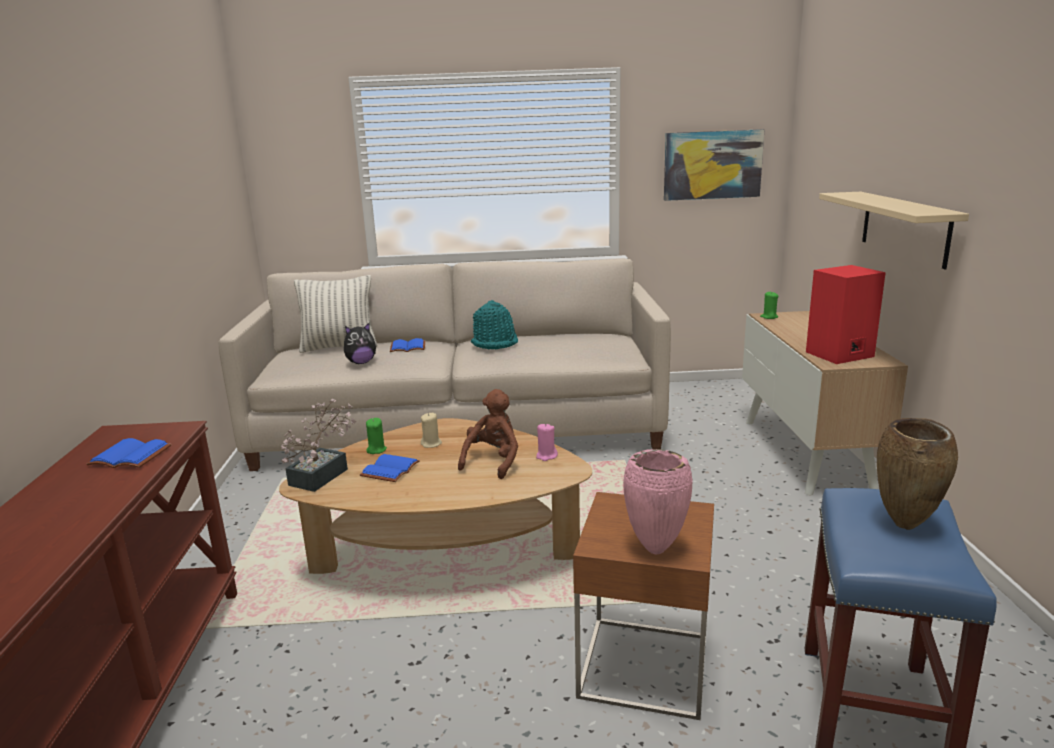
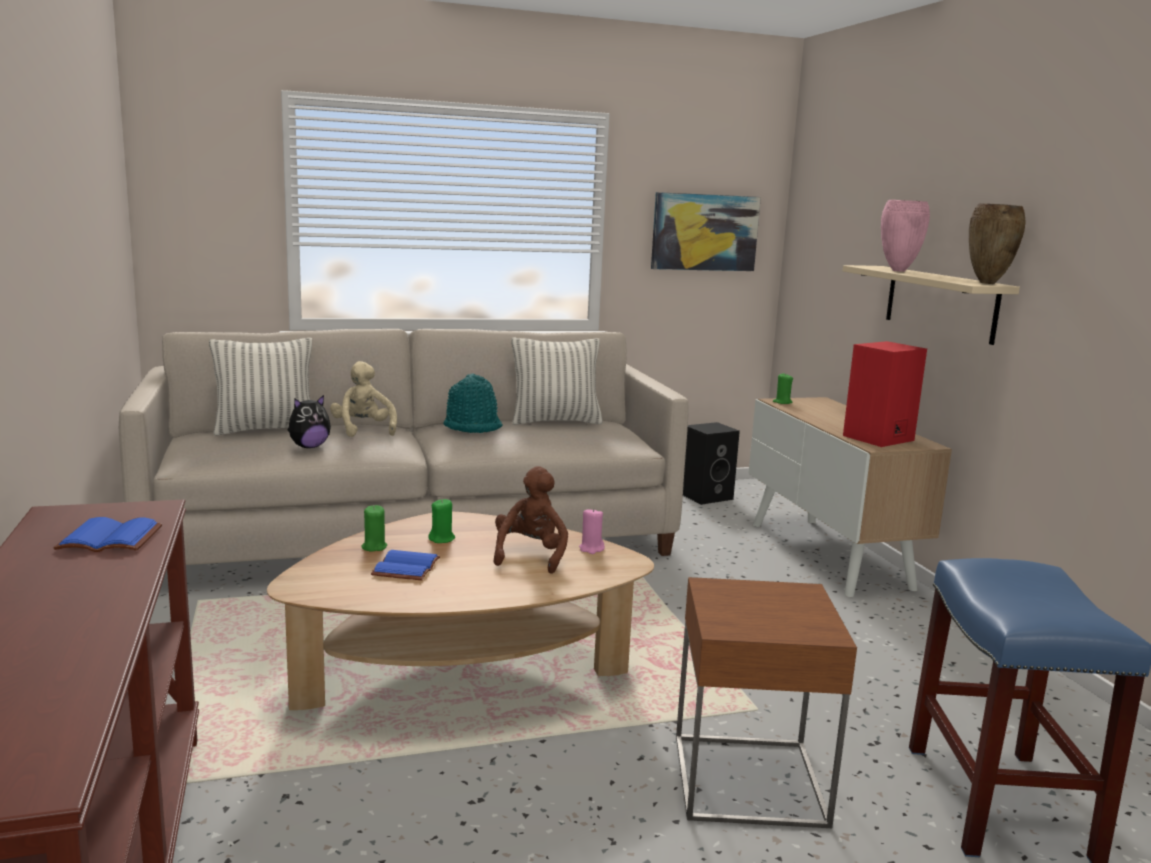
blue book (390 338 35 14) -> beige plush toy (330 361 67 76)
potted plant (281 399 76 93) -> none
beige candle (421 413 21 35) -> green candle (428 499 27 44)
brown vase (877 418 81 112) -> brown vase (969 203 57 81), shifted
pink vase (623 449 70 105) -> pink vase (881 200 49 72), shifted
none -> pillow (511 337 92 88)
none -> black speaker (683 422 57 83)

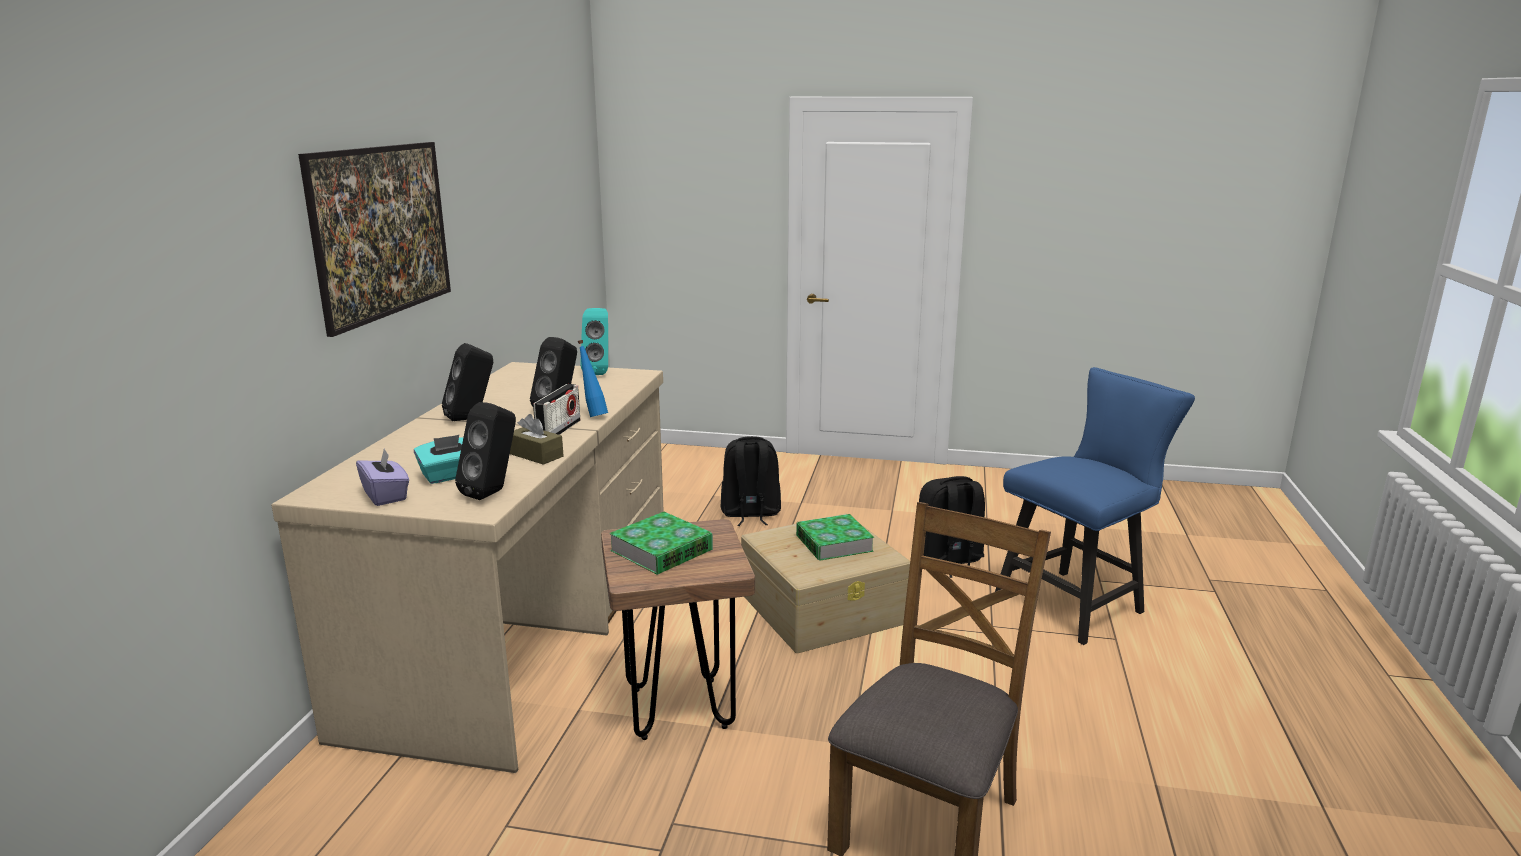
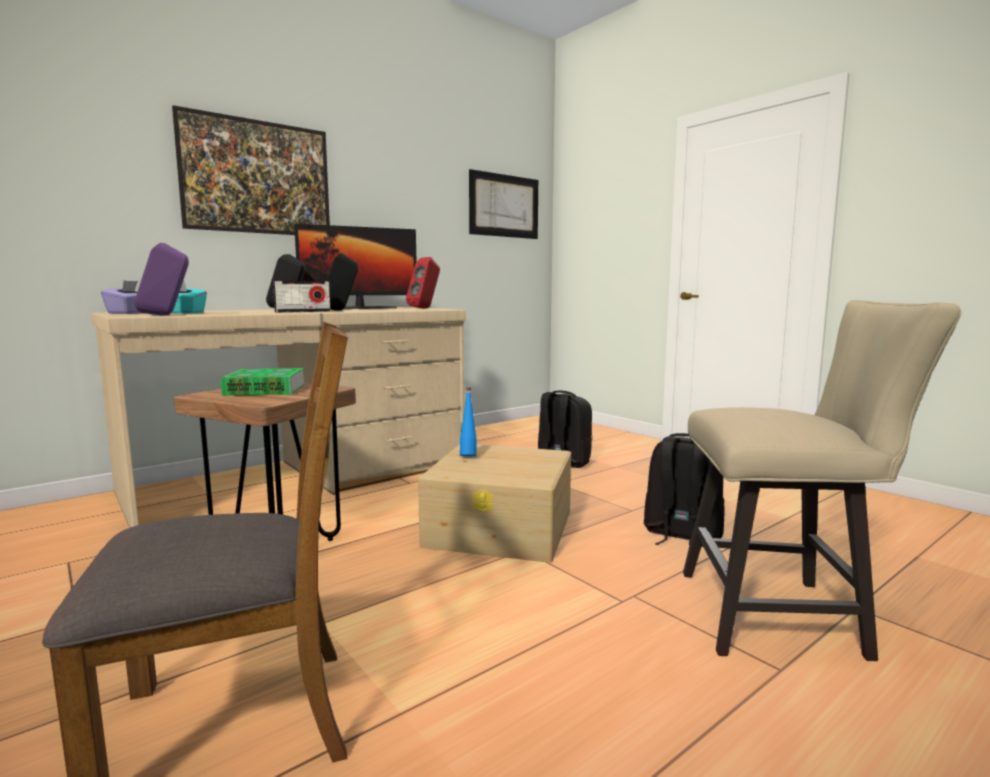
turquoise speaker (580 308 28 67) -> red speaker (406 257 34 52)
blue bottle (578 340 30 77) -> blue bottle (460 387 17 69), shifted
blue chair (995 367 200 278) -> beige chair (683 300 279 361)
black speaker (455 402 61 98) -> purple speaker (135 243 54 72)
brown tissue box (510 414 53 51) -> none
book (796 514 78 47) -> none
none -> picture (469 169 69 70)
none -> monitor (294 224 123 85)

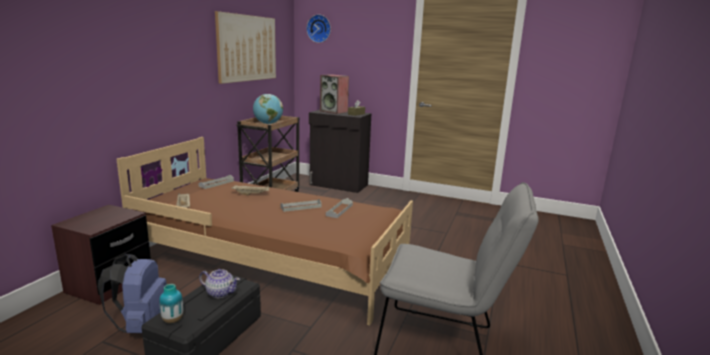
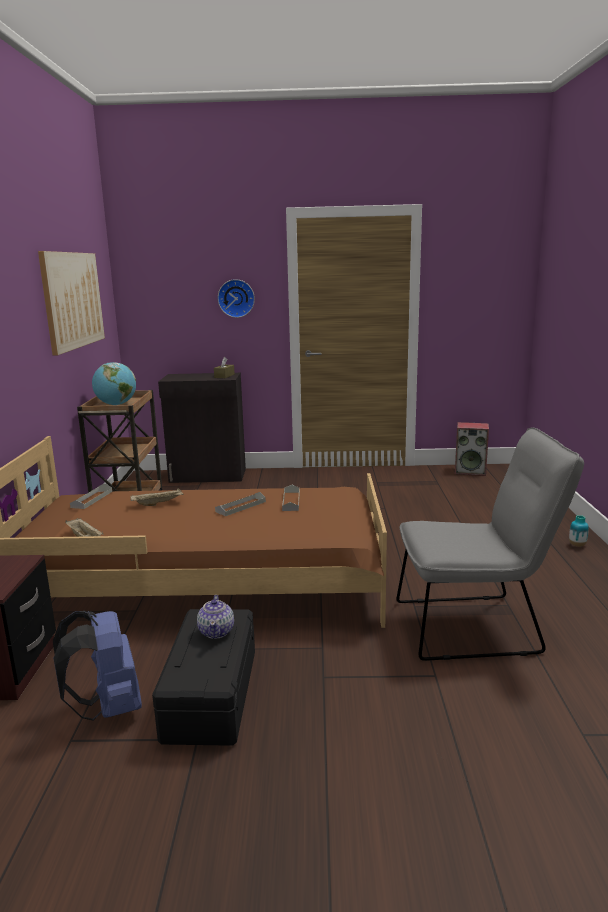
wall clock (307 14 24 29) -> wall clock (218 279 37 39), shifted
speaker (320 74 29 40) -> speaker (455 422 34 54), shifted
teapot (199 269 41 29) -> teapot (197 595 37 44), 90 degrees clockwise
vase (159 284 24 39) -> vase (569 515 20 32), shifted

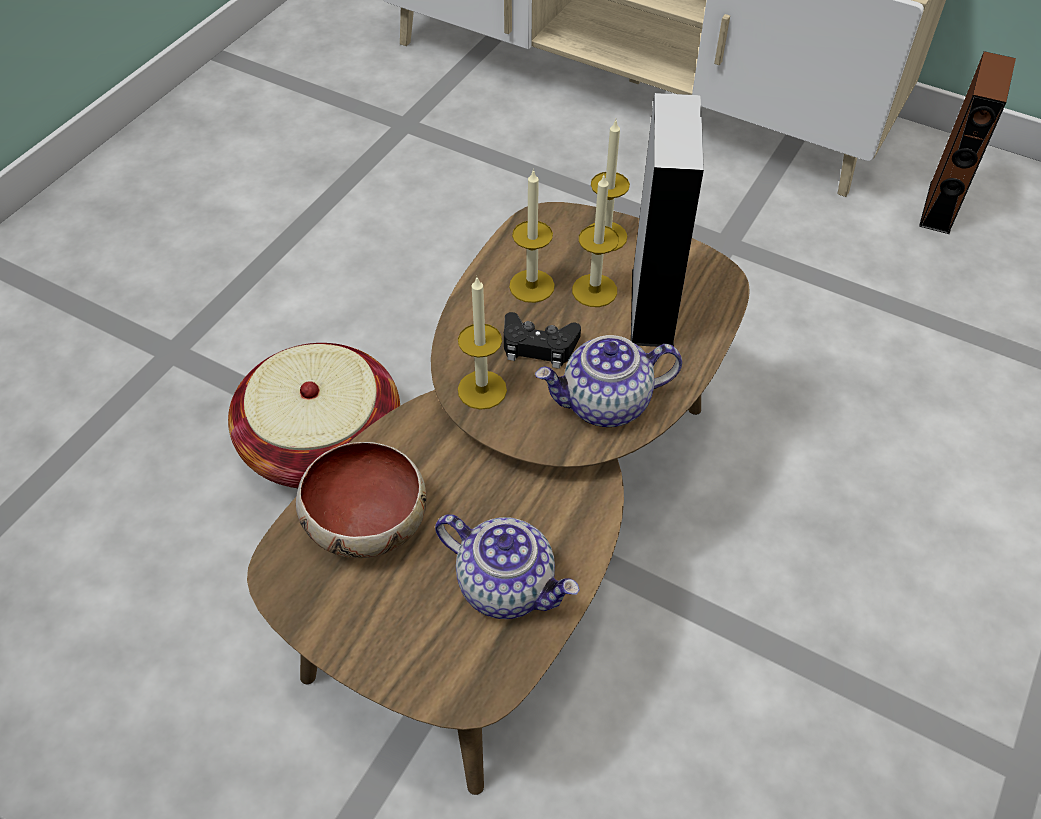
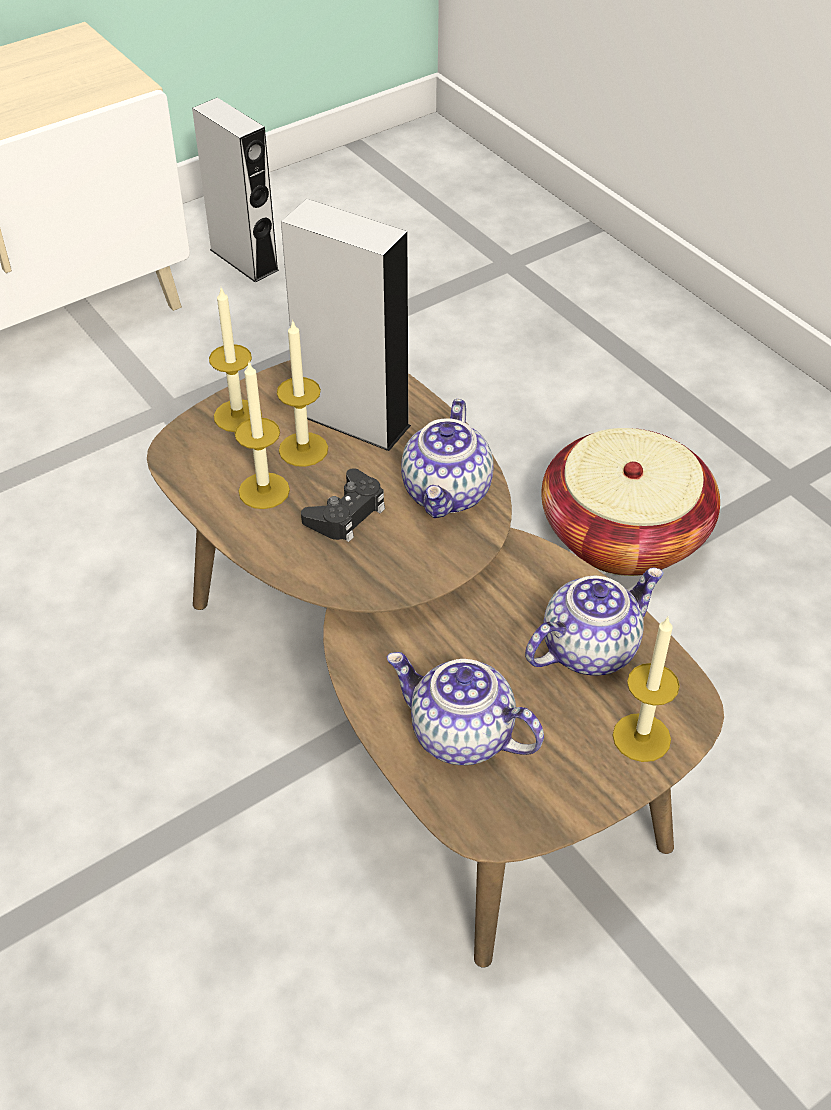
brown speaker (919 51 97 183) -> grey speaker (192 98 87 185)
candle (458 277 49 133) -> candle (613 616 67 146), shifted
basket (228 343 172 145) -> basket (541 428 179 148), shifted
bowl (296 442 130 116) -> teapot (387 652 157 113)

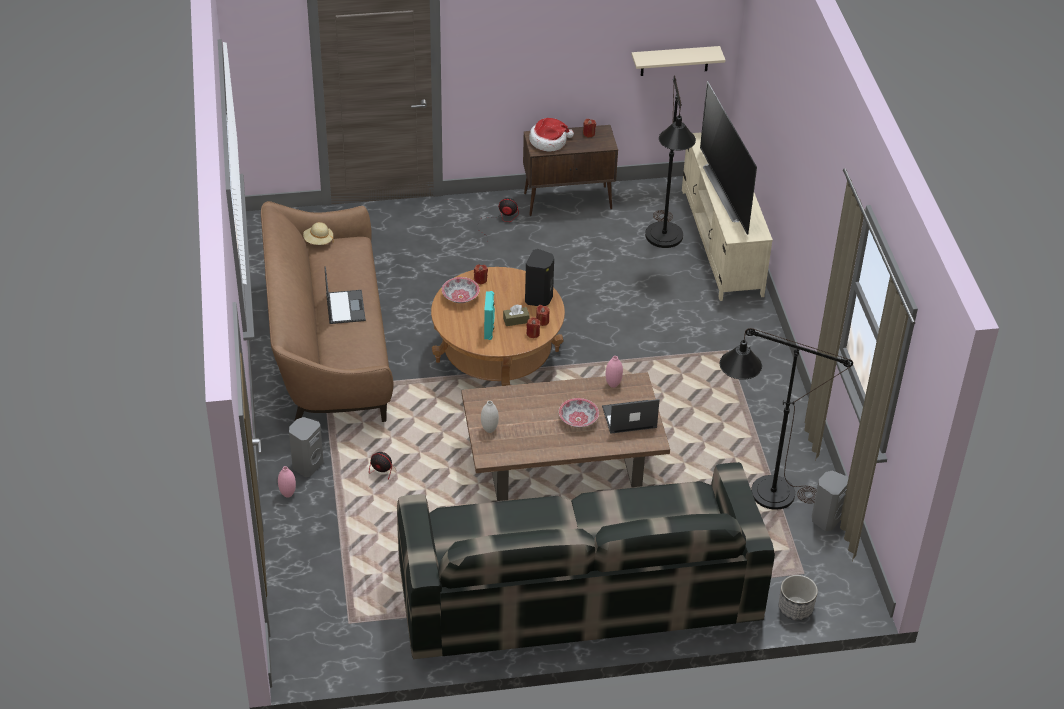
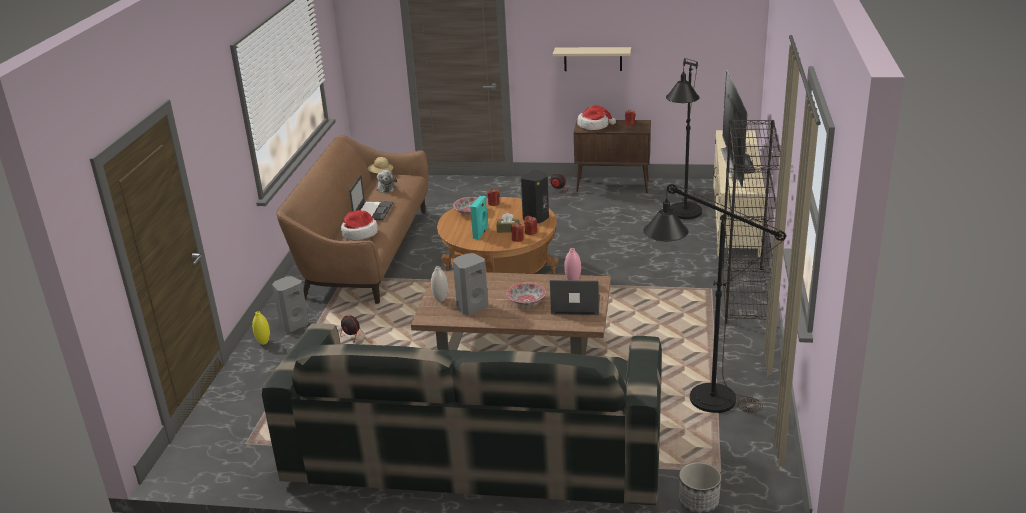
beige shelf (632 46 94 30) -> beige shelf (553 47 78 24), shifted
pink vase (278 466 18 32) -> yellow vase (252 311 18 34)
grey speaker (812 470 37 61) -> grey speaker (453 253 35 62), shifted
none -> black bookcase (722 120 59 204)
none -> plush toy (376 170 21 23)
none -> hat (341 210 37 30)

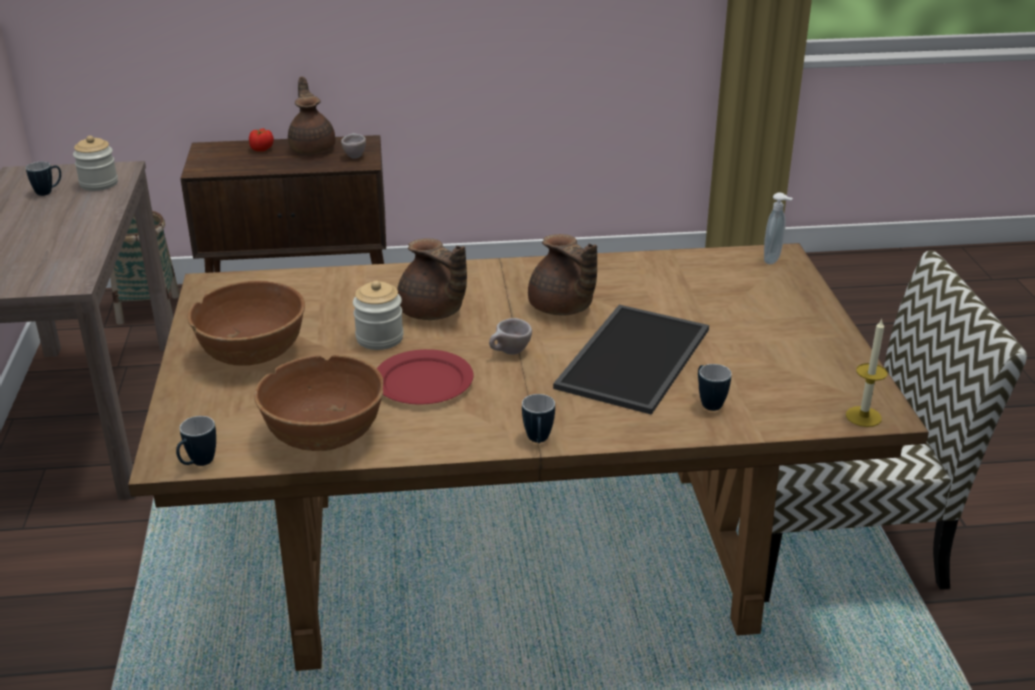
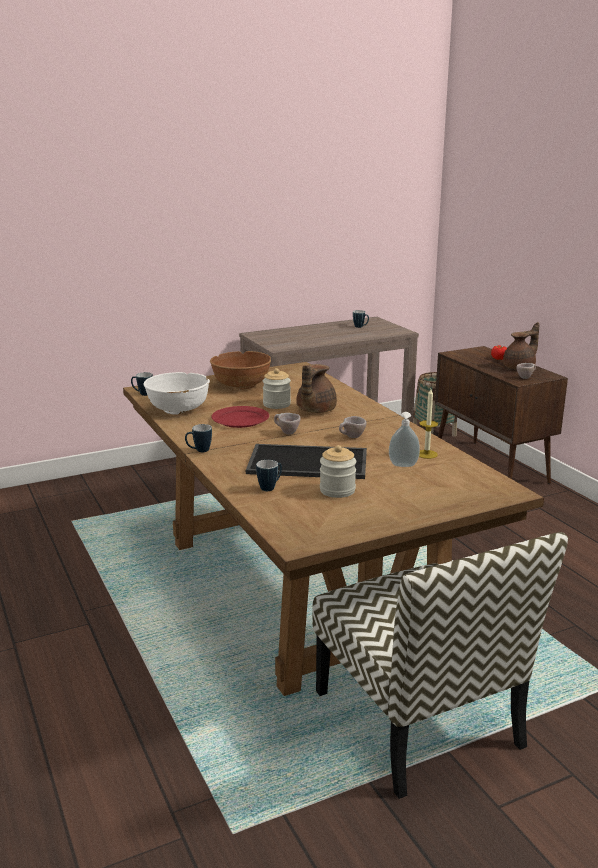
jar (73 136 45 55) -> jar (320 445 36 53), shifted
soap dispenser (764 193 29 71) -> soap dispenser (389 412 31 55), shifted
brown teapot (528 234 69 81) -> beige cup (339 416 28 22)
candle (846 319 42 108) -> candle (419 389 19 70), shifted
brown bowl (254 355 129 96) -> white bowl (144 372 66 43)

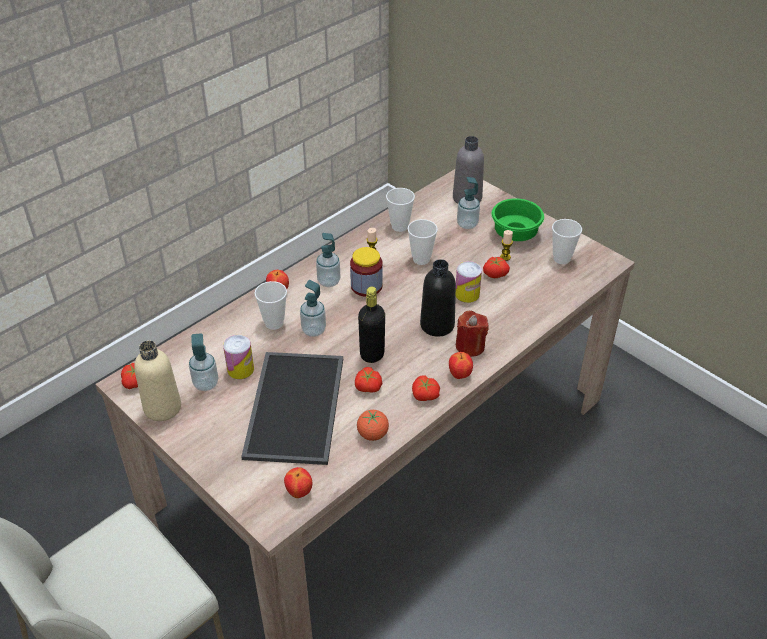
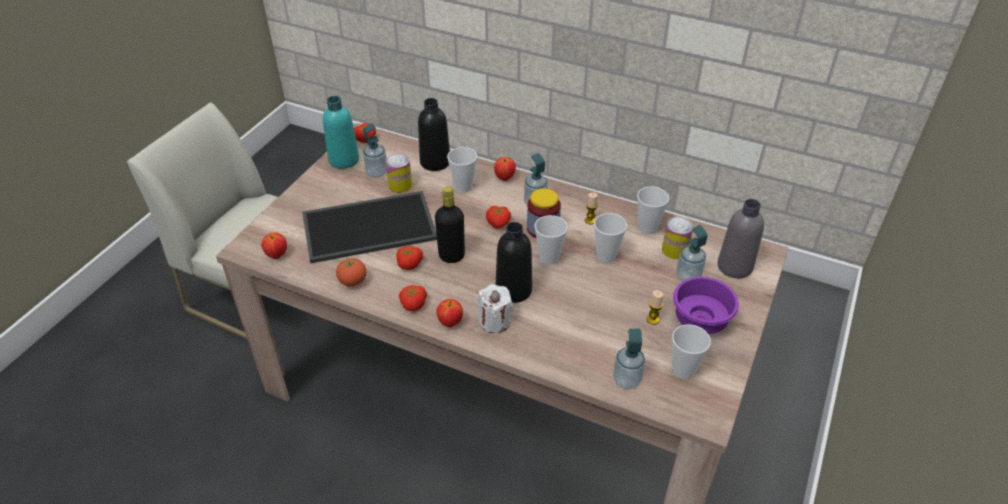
green bowl (491 198 53 43) -> purple bowl (673 277 66 57)
tomato (483 257 27 21) -> tomato (486 206 25 22), shifted
can (456 261 26 42) -> can (662 216 31 43), shifted
soap dispenser (300 280 26 57) -> soap dispenser (613 329 32 60), shifted
red candle (456 311 33 46) -> white candle (478 284 35 49)
beige bottle (134 341 47 80) -> turquoise bottle (323 96 36 73)
none -> black bottle (418 98 32 73)
none -> cup (535 215 33 50)

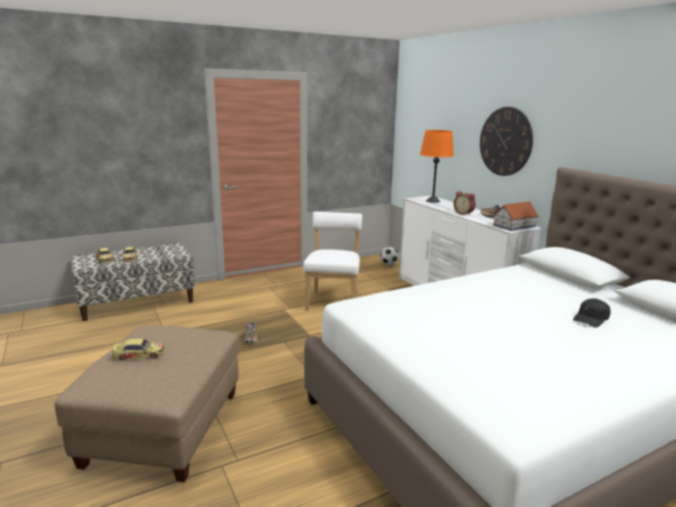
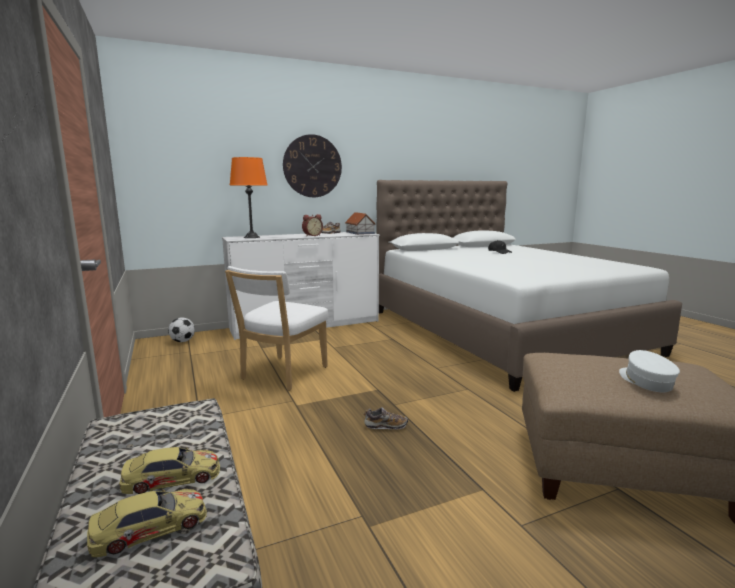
white chair (303 212 59 99) -> white chair (225 266 103 125), 75 degrees counterclockwise
toy car (112 339 53 22) -> white cap (619 350 61 42)

